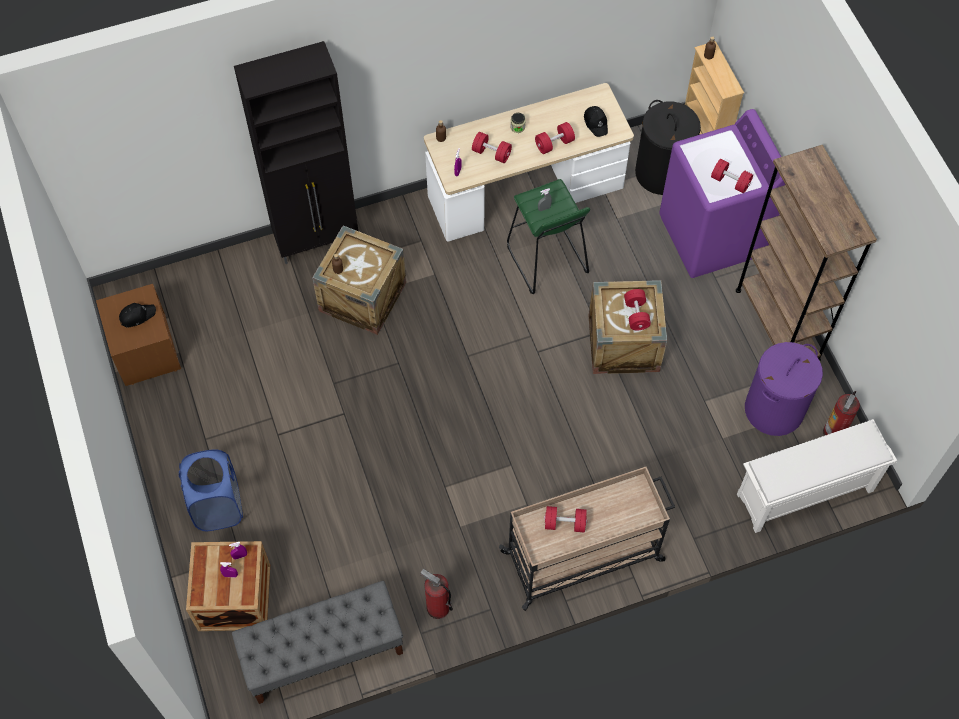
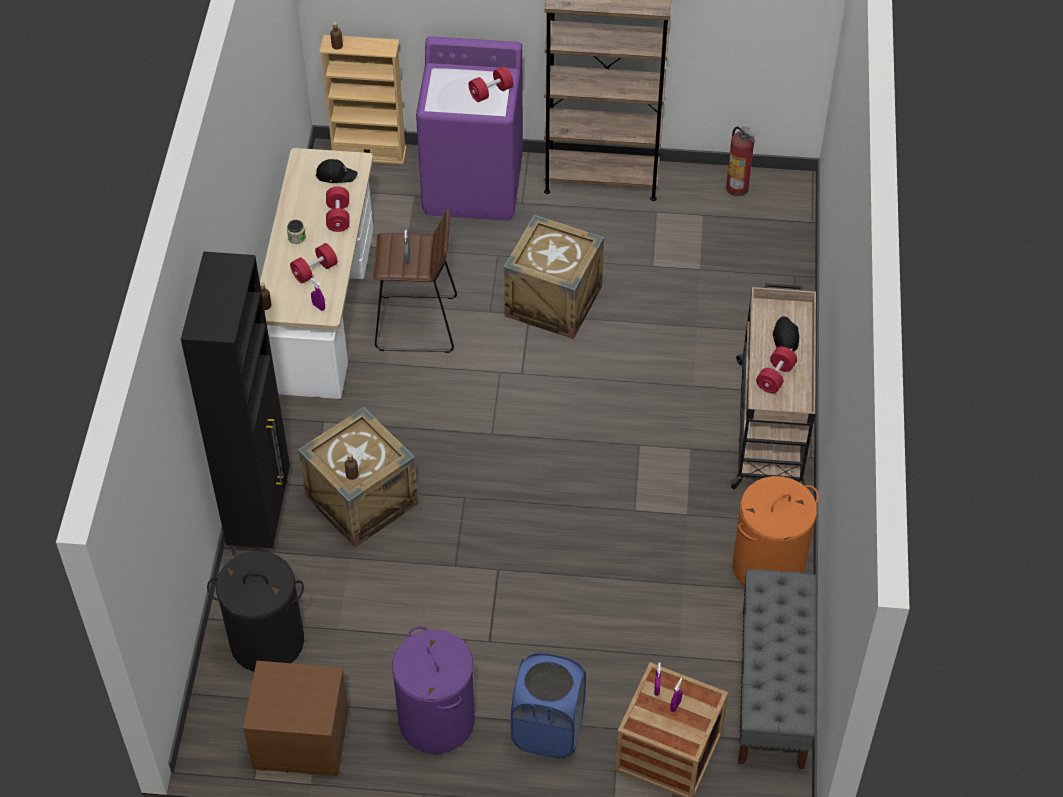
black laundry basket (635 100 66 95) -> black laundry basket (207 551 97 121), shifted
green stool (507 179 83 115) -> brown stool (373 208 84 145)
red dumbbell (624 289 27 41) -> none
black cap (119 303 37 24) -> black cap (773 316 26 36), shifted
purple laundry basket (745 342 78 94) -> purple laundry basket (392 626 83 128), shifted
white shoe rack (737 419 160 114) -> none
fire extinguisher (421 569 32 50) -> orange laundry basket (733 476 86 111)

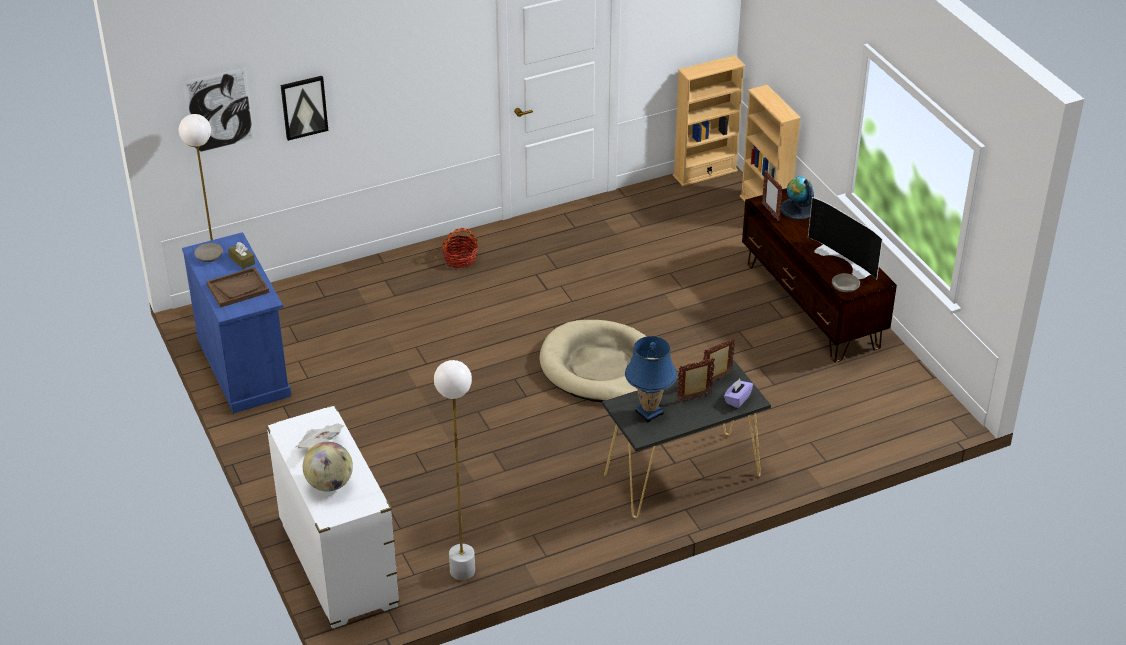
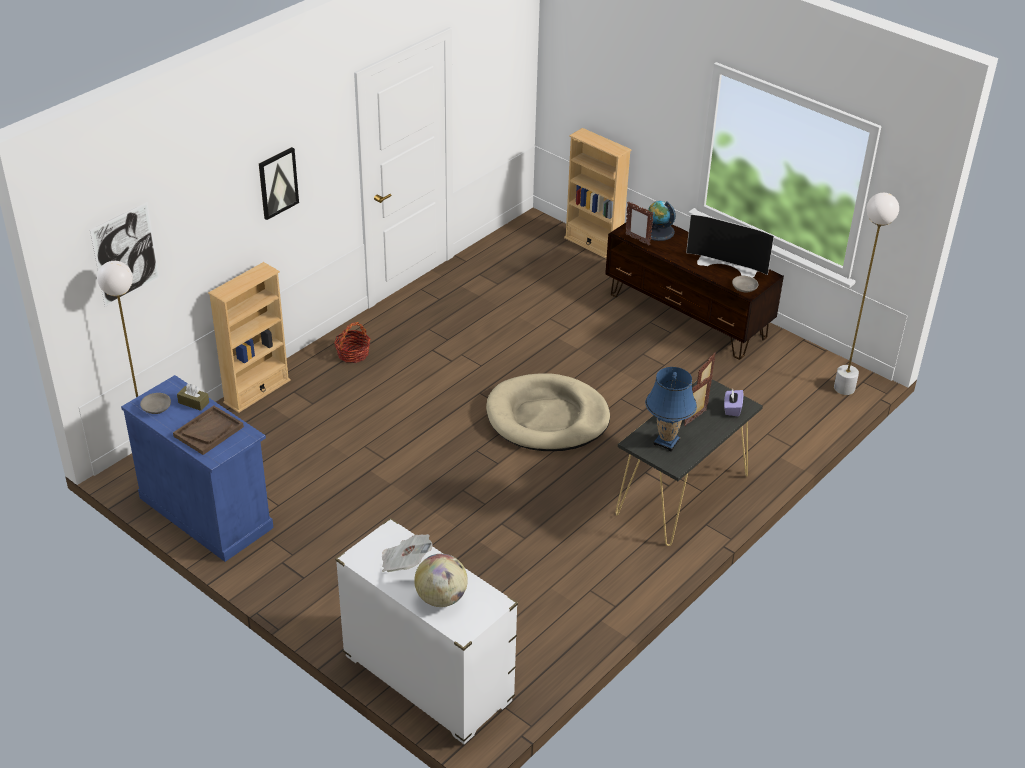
beige bookcase (673 55 73 131) -> beige bookcase (208 262 83 151), shifted
picture (280 76 48 65) -> picture (259 147 40 73), shifted
white floor lamp (434 360 41 220) -> white floor lamp (834 193 65 202), shifted

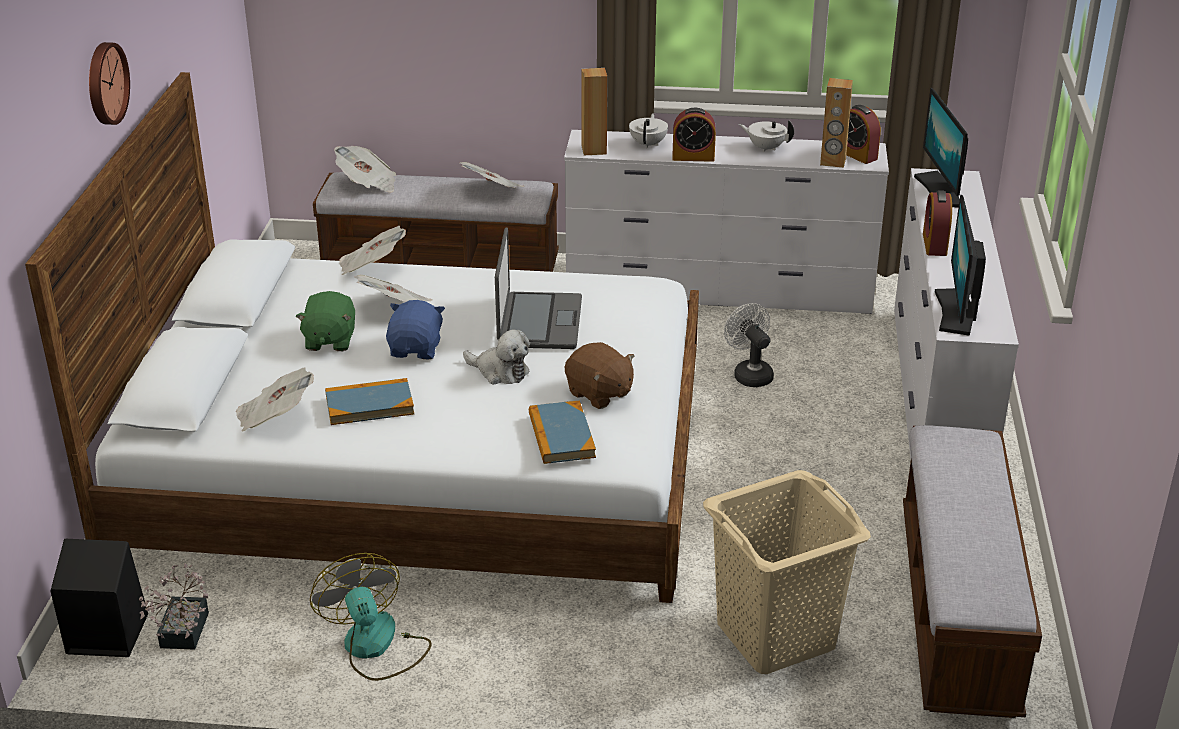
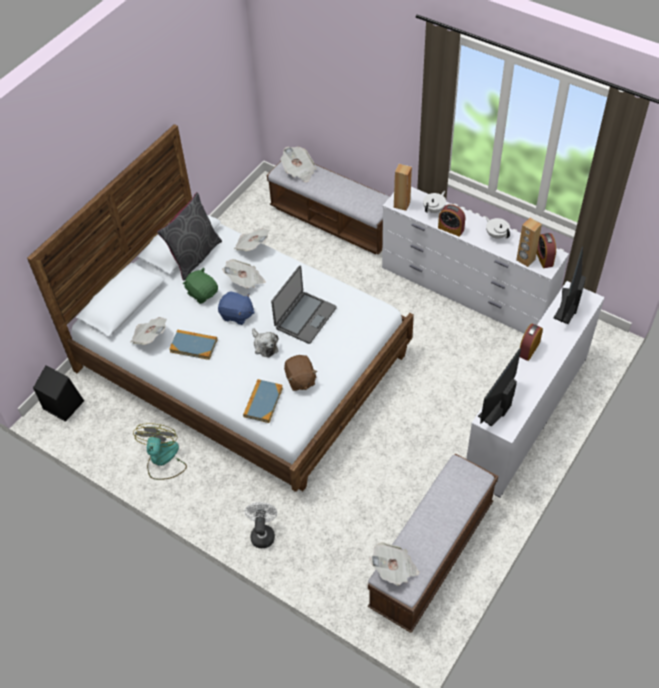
wall clock (89 42 41 83) -> none
newspaper (460 162 65 26) -> newspaper (370 542 49 44), shifted
green plush toy (296 291 59 60) -> green plush toy (183 268 35 36), 105 degrees clockwise
blue plush toy (386 300 59 59) -> blue plush toy (218 292 37 33), 75 degrees clockwise
white fan (724 303 50 84) -> white fan (245 502 32 46), shifted
beige laundry basket (703 470 168 204) -> none
potted plant (139 563 70 87) -> none
none -> grey pillow (157 192 65 88)

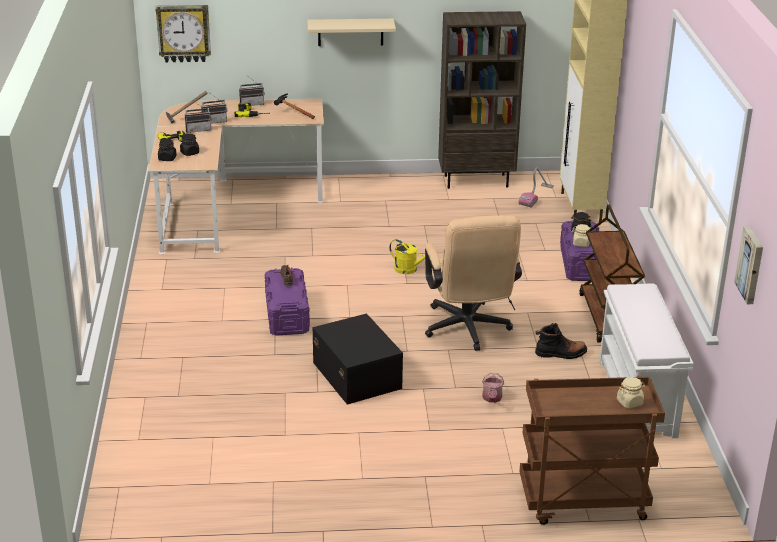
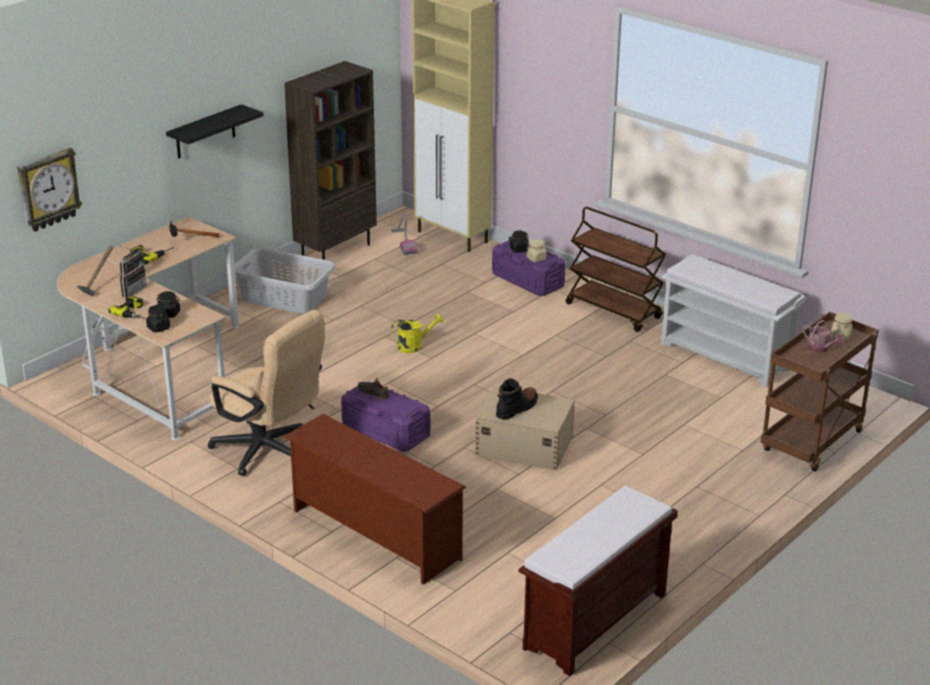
beige shelf (307 19 89 27) -> black shelf (166 104 98 54)
radio (239 76 26 30) -> none
beige office chair (425 216 97 135) -> beige office chair (208 310 117 166), shifted
picture (734 226 29 78) -> none
black storage box (312 313 91 92) -> beige storage box (475 386 100 85)
black boot (535 323 52 36) -> black boot (496 378 42 42), shifted
watering can (482 372 22 31) -> watering can (803 320 41 33), shifted
none -> grey laundry basket (234 248 102 66)
none -> brown shoe rack (283 414 183 171)
none -> brown bench (518 486 160 190)

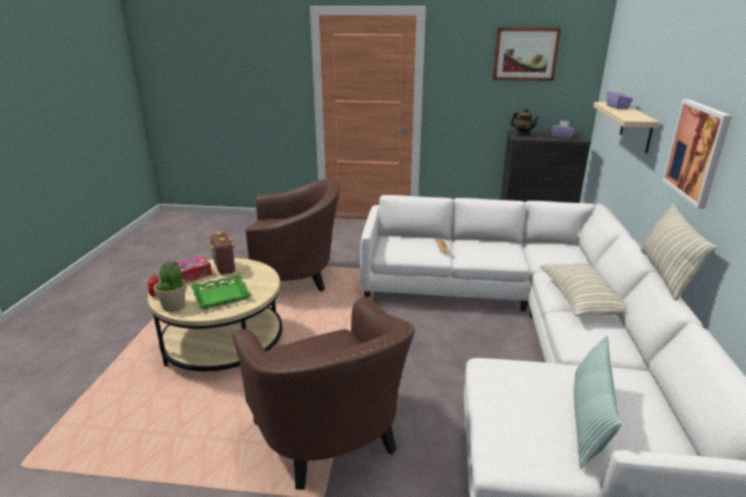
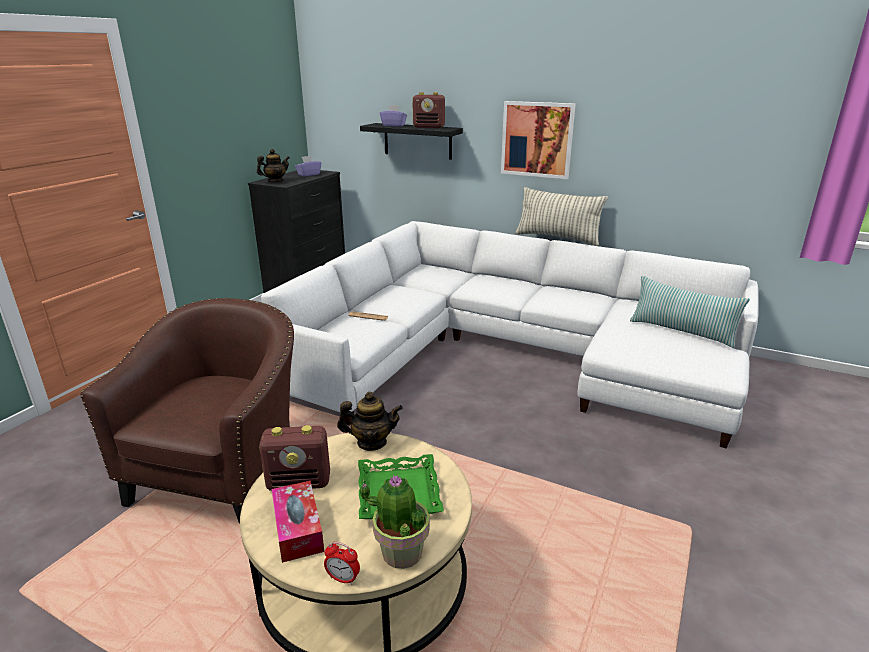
picture (493 27 68 54) -> none
beige shelf (593 102 67 51) -> black shelf (360 123 103 37)
pillow (540 263 87 54) -> none
brown armchair (232 297 183 193) -> none
none -> radio (412 92 33 36)
none -> teapot (337 392 66 59)

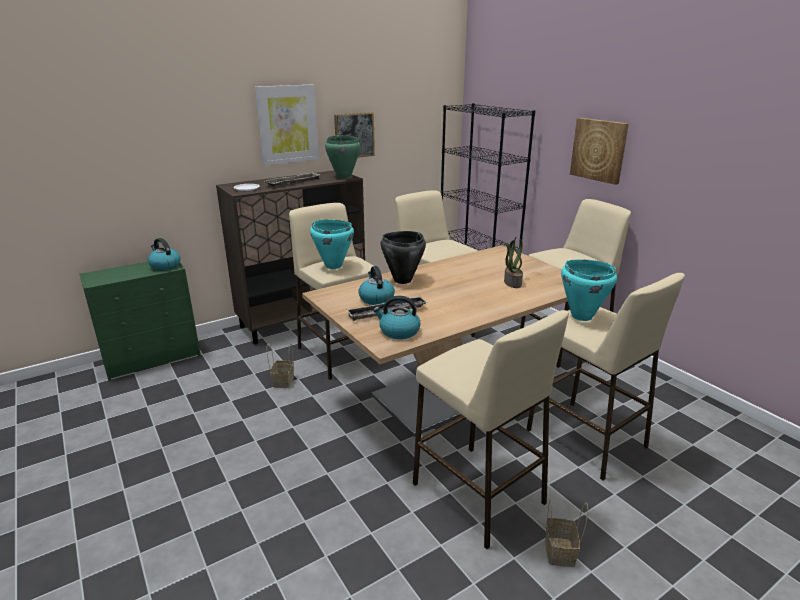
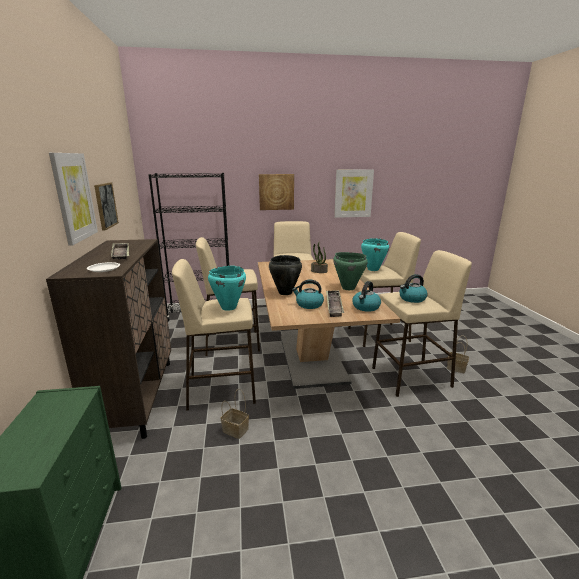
green cooking pot (325 135 35 44) -> green cooking pot (333 252 35 38), shifted
kettle (148 238 33 32) -> kettle (399 274 29 29), shifted
none -> picture (334 169 40 49)

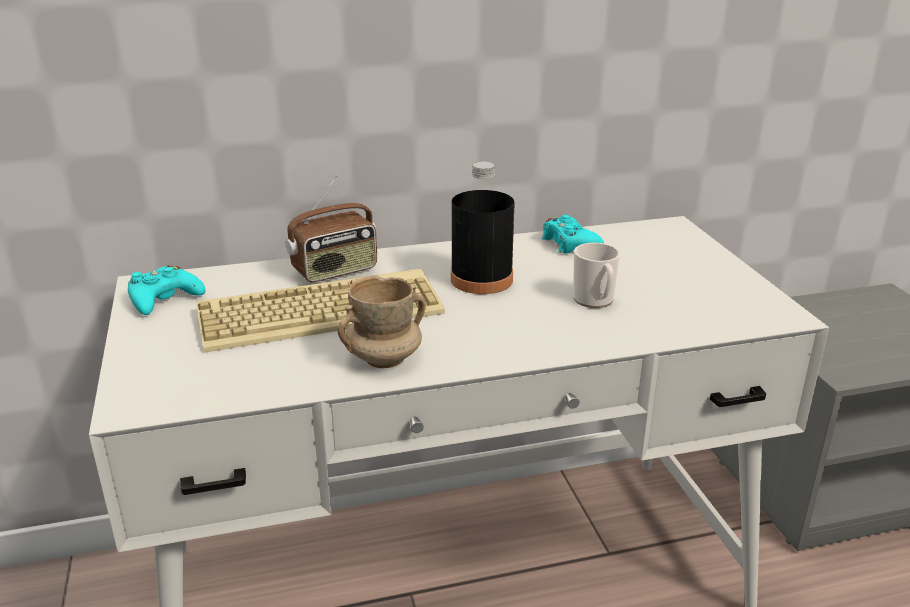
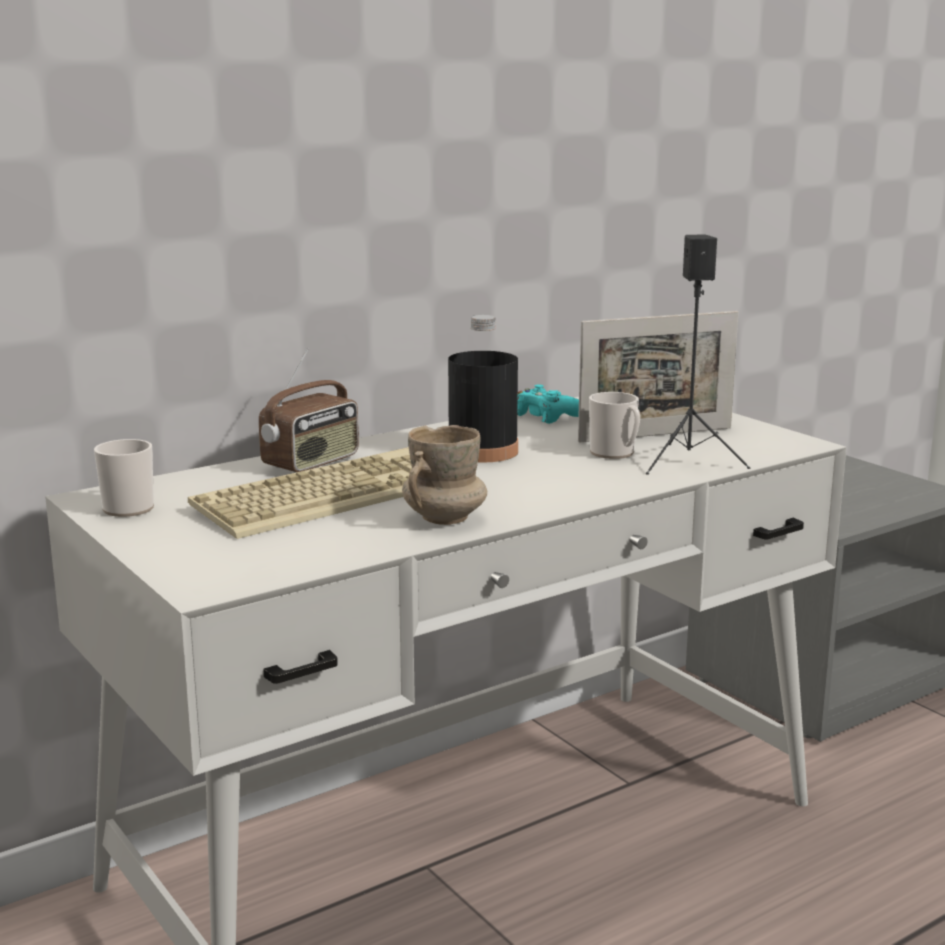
turquoise game controller (128 265 77 50) -> mug (94 439 60 78)
none -> black speaker (646 234 104 241)
none -> picture frame (578 311 160 132)

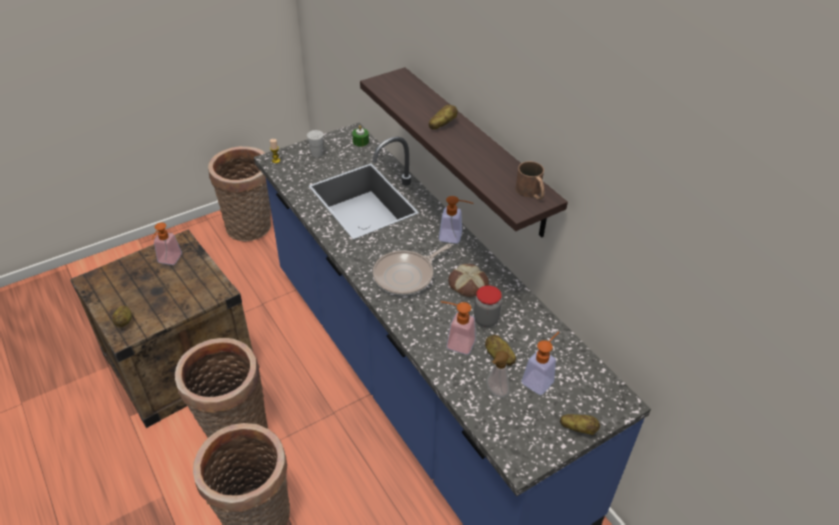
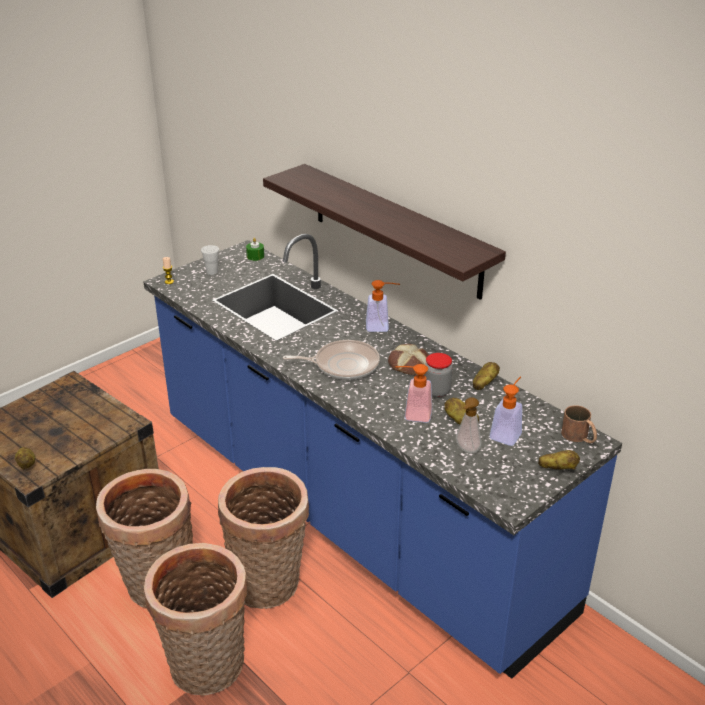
potato (429 105 29 24) -> potato (473 362 27 28), shifted
basket (208 146 63 95) -> basket (218 467 91 142), shifted
brown mug (516 161 28 39) -> brown mug (561 405 36 38), shifted
soap dispenser (152 223 30 42) -> none
frying pan (373 244 78 52) -> frying pan (283 340 97 40), 135 degrees counterclockwise

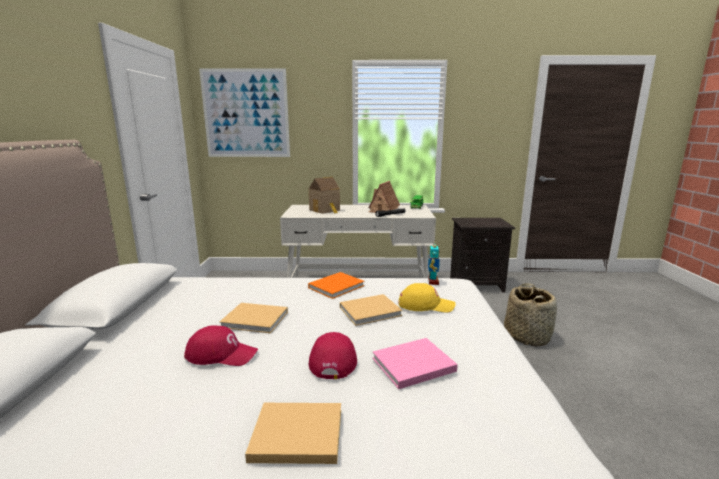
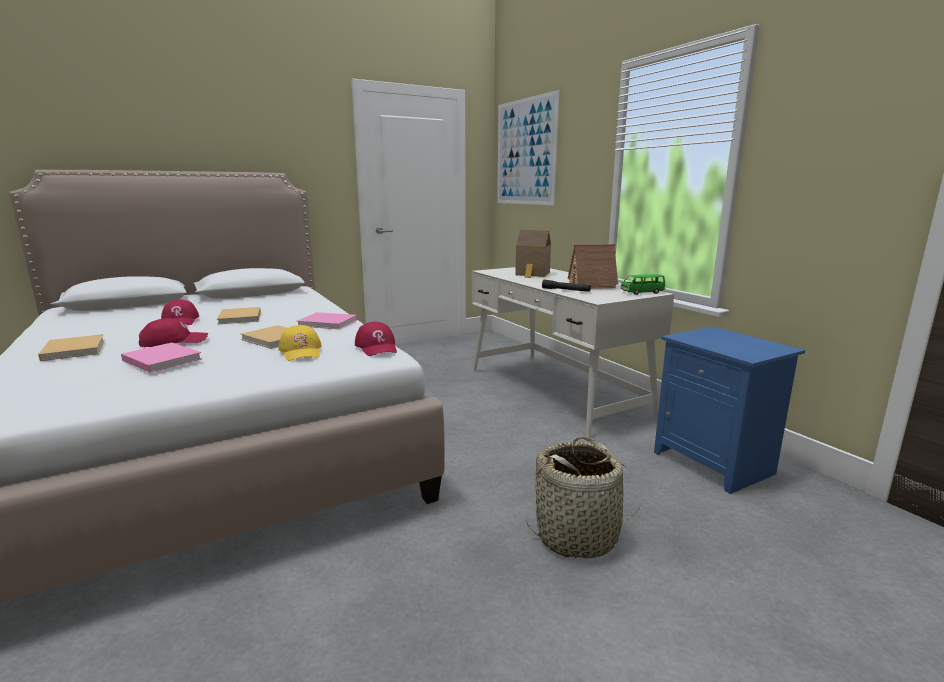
black nightstand (450 218 65 74) -> blue nightstand (654 327 151 167)
toy robot (428 242 12 43) -> red cap (355 322 42 34)
orange book (308 272 57 27) -> pink book (297 312 60 17)

